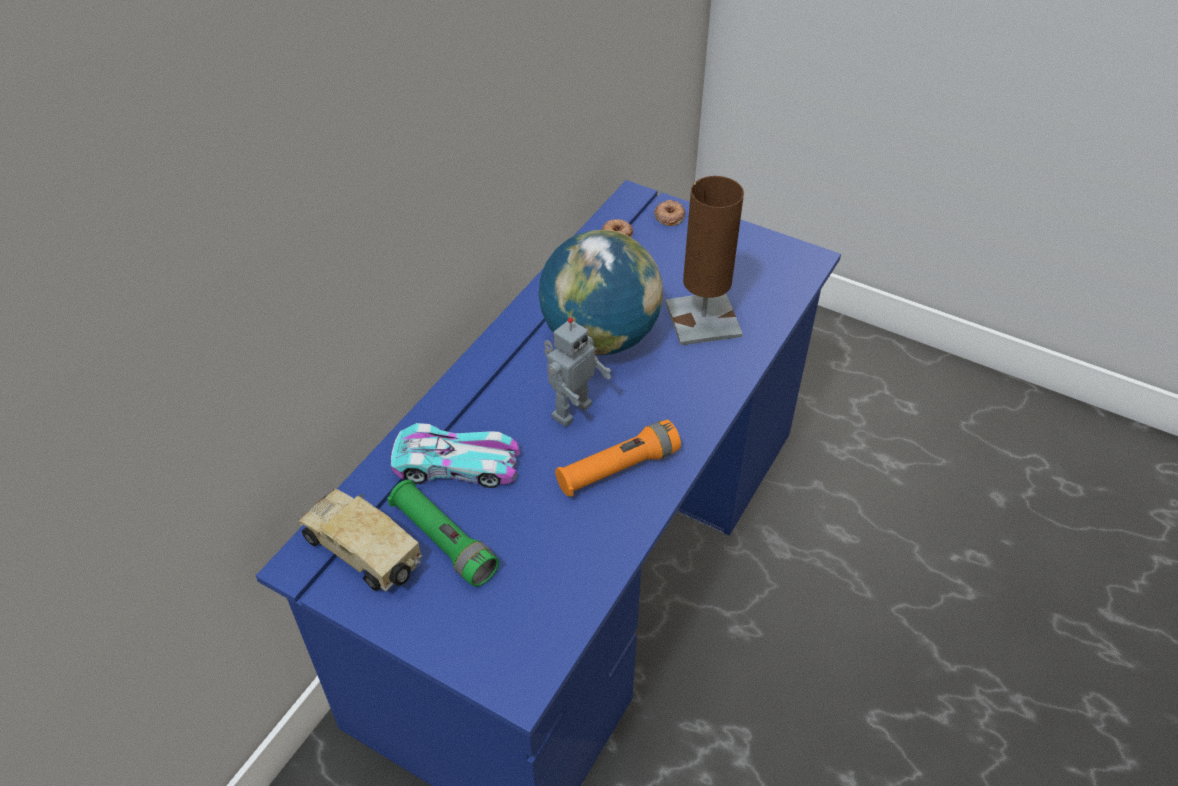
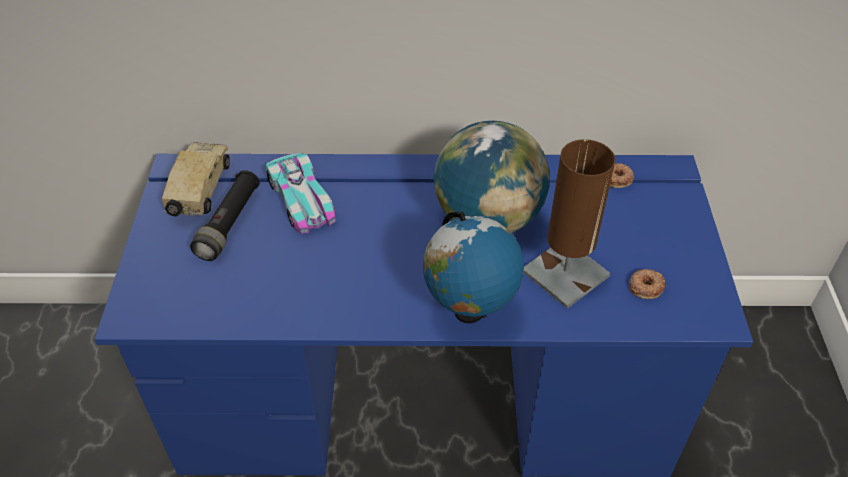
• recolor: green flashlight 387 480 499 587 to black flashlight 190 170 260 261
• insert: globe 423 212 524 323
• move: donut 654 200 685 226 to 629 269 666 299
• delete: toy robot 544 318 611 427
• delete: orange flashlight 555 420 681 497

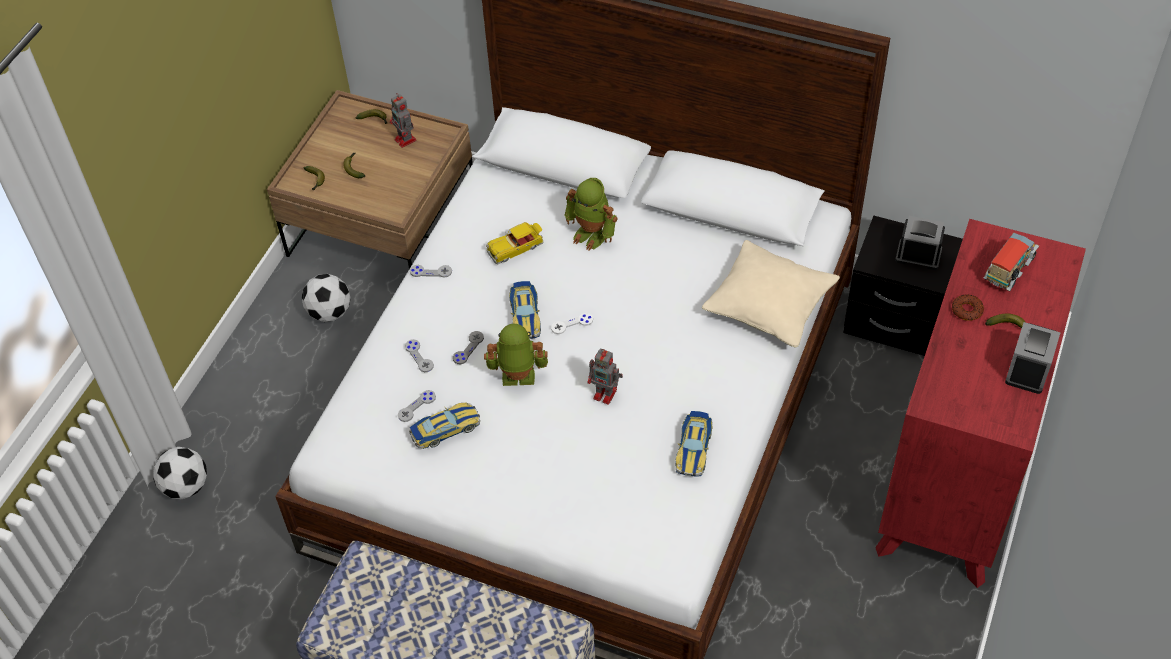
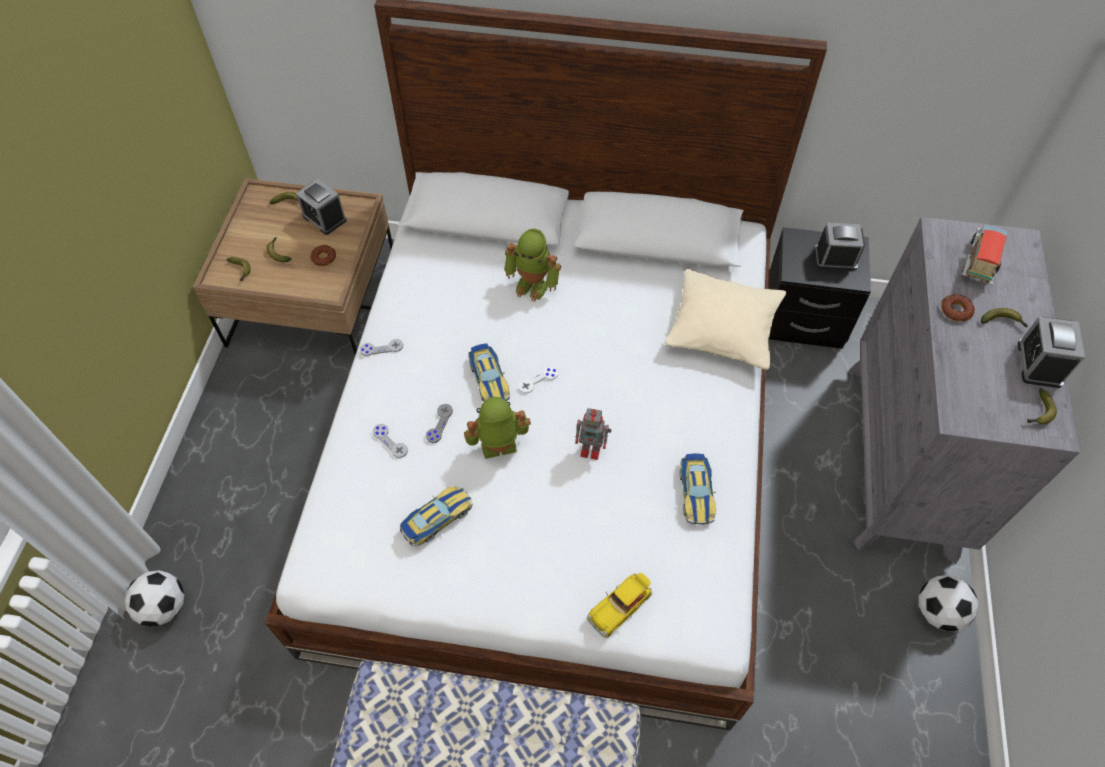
• replace: toy robot 390 93 417 148 to alarm clock 296 179 347 235
• insert: donut 310 245 336 266
• move: toy car 486 222 544 264 to 587 573 652 638
• recolor: red dresser 875 219 1086 588 to grey dresser 849 217 1080 564
• move: football 301 274 351 322 to 919 575 978 632
• insert: banana 1027 388 1057 424
• delete: grey game controller 398 390 436 422

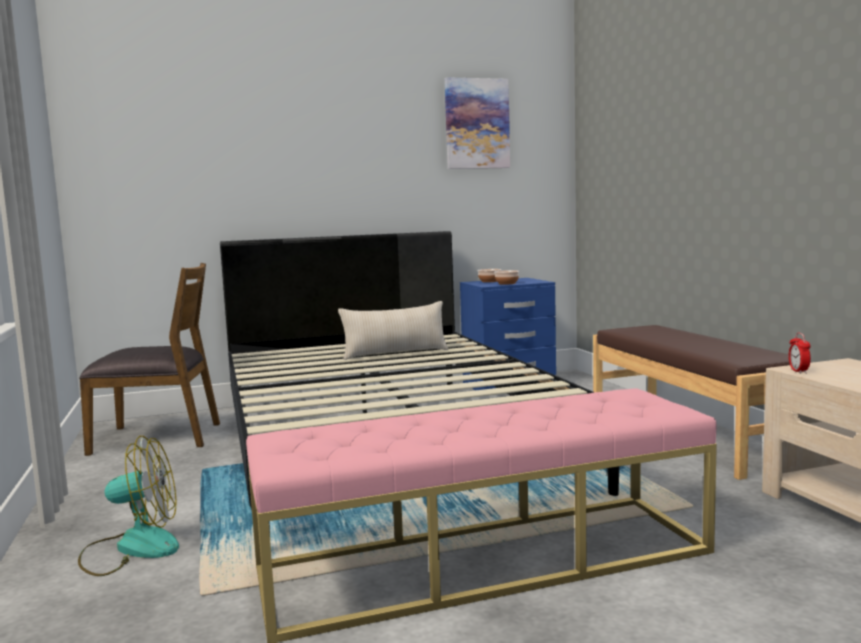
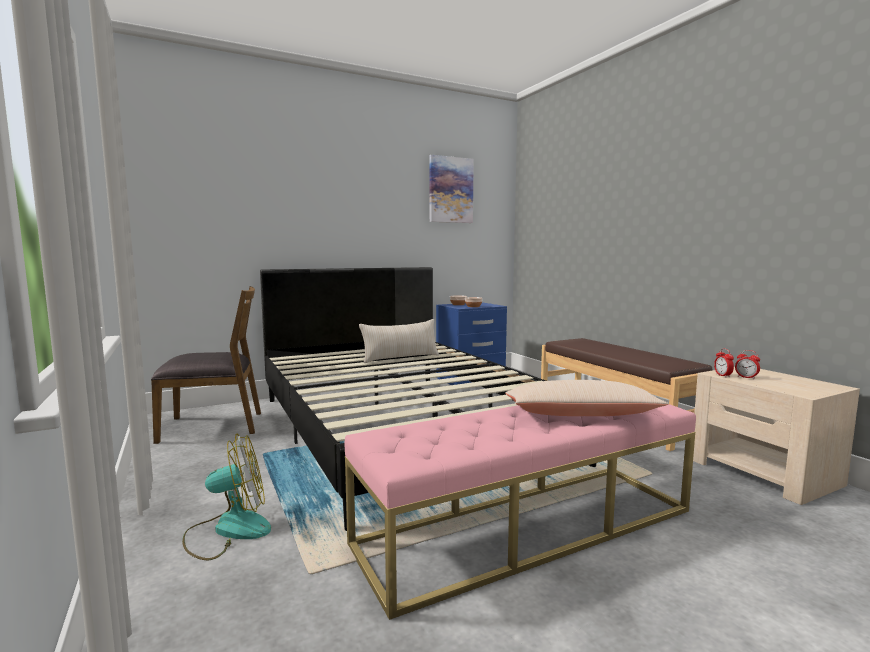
• insert: beige pillow 505 380 668 416
• insert: alarm clock 735 350 760 379

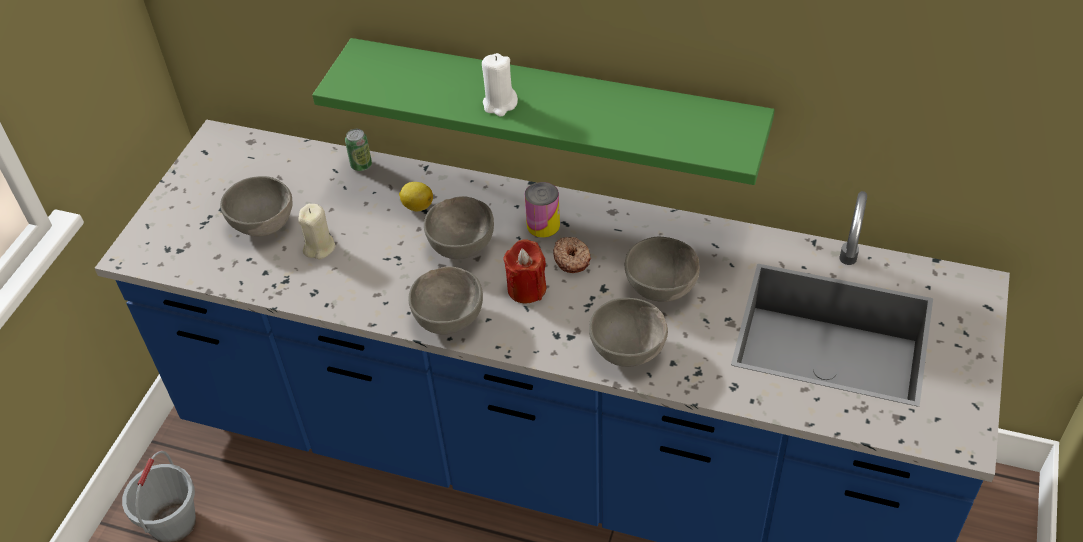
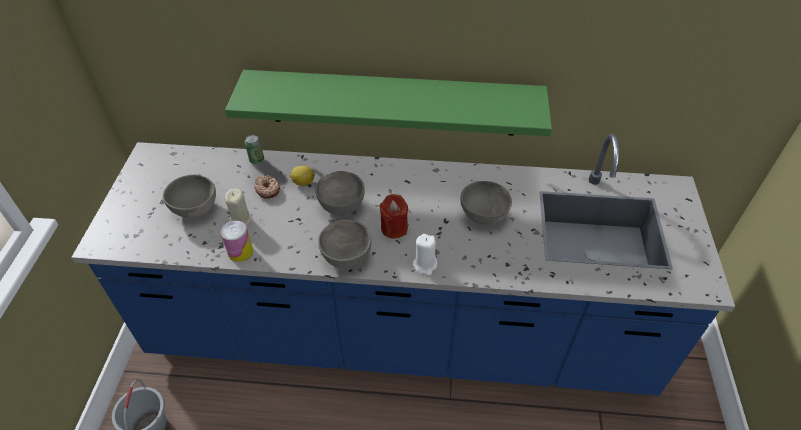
• move: can 525 182 560 238 to 221 221 253 262
• move: donut 553 237 591 273 to 254 175 280 199
• move: white candle 482 53 518 116 to 413 234 437 276
• delete: grey bowl 589 298 668 367

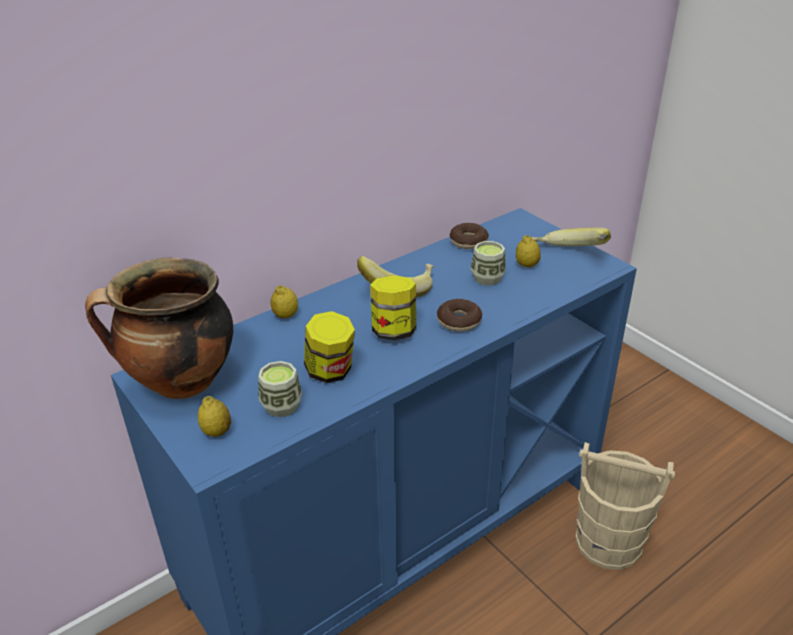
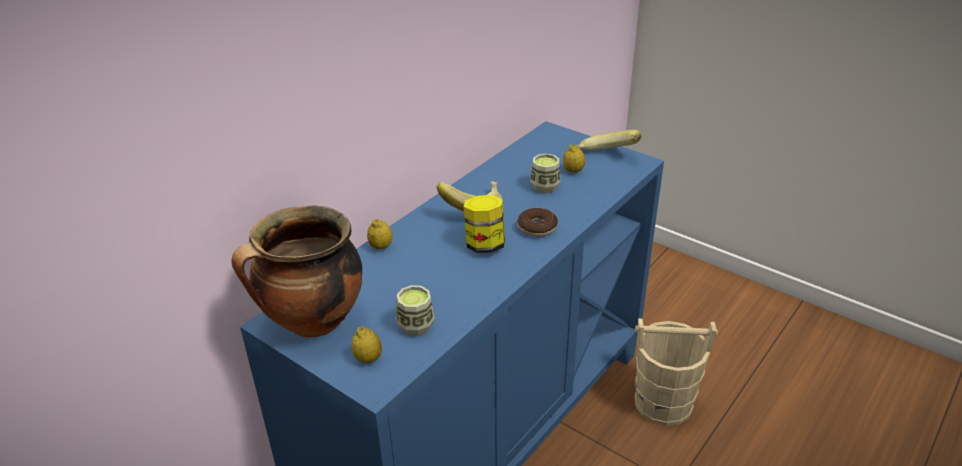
• delete: jar 304 311 355 383
• delete: donut 449 223 489 249

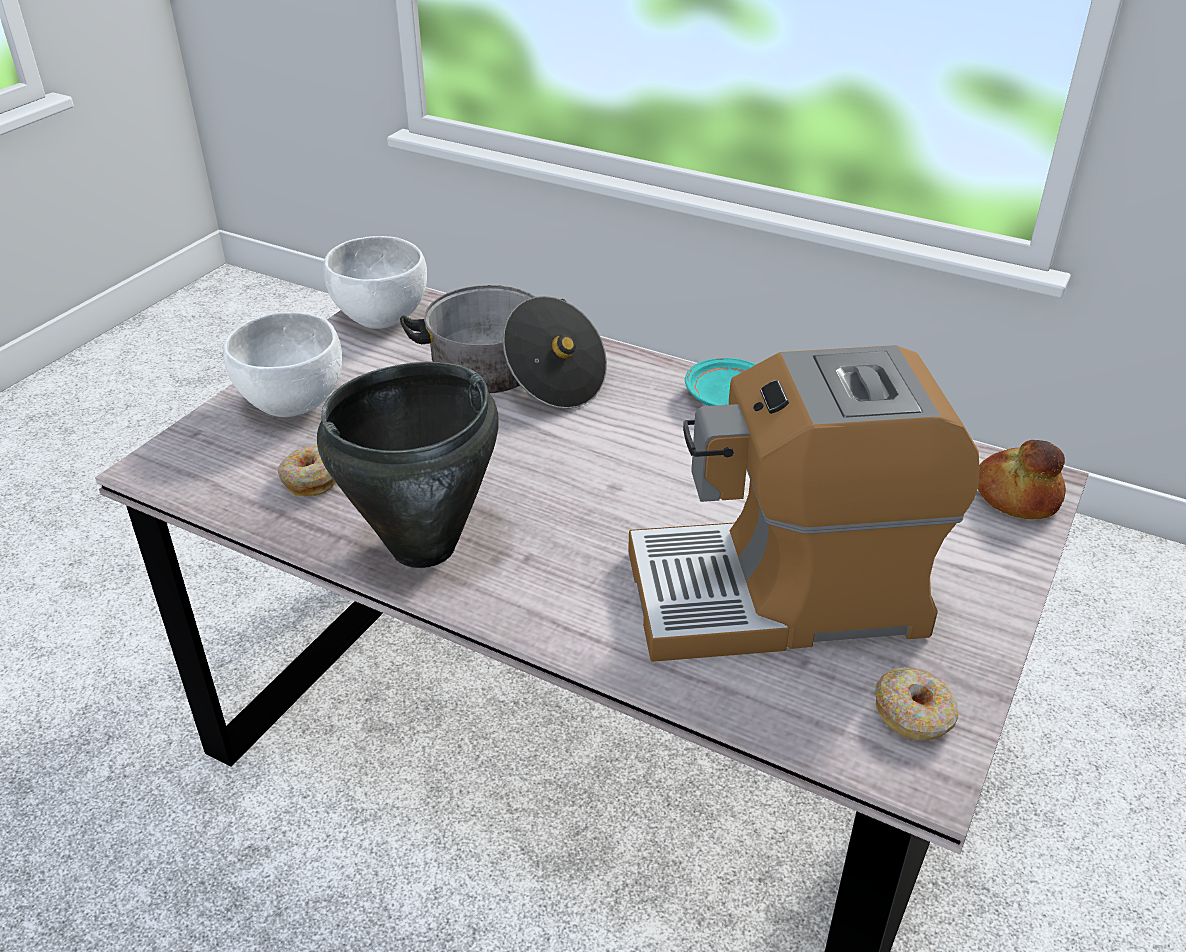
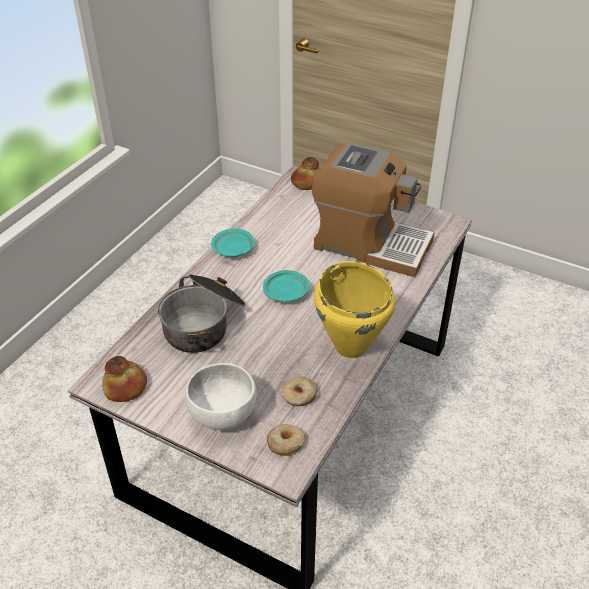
• replace: white bowl 323 236 427 329 to bread 102 356 147 402
• insert: turquoise plate 263 270 310 302
• move: donut 875 667 958 740 to 267 424 304 456
• rotate: coffee machine 628 345 980 662 = 312 143 434 277 60 degrees counterclockwise
• recolor: black cooking pot 317 362 499 568 to yellow cooking pot 314 261 395 358

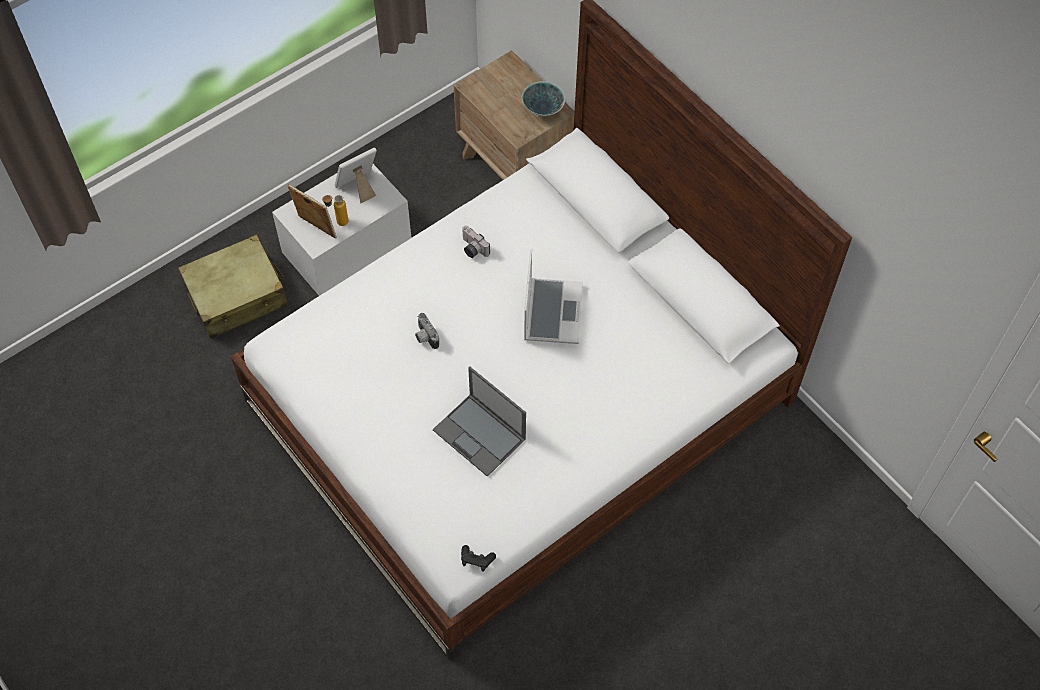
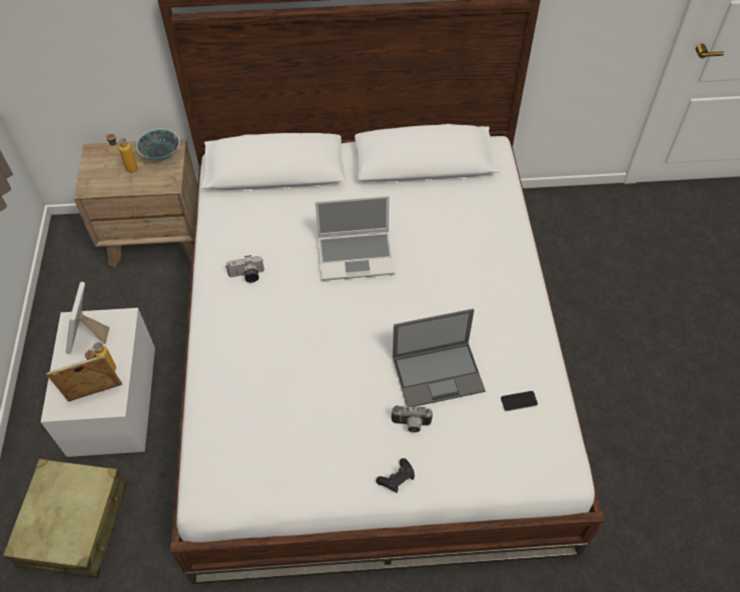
• insert: bottle 106 132 138 173
• rotate: laptop 524 248 583 344 = 315 196 395 281 135 degrees clockwise
• move: black game controller 461 545 496 572 to 376 458 415 493
• move: photo camera 415 313 439 349 to 391 405 433 433
• insert: phone 501 391 538 411

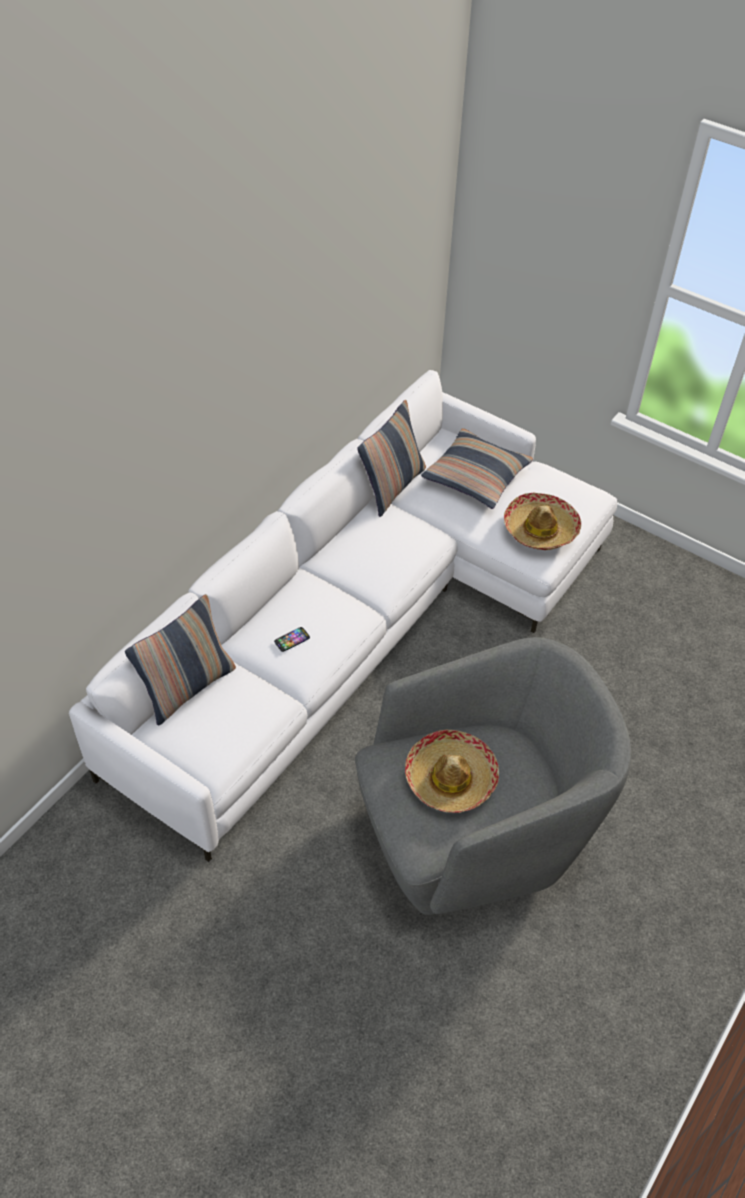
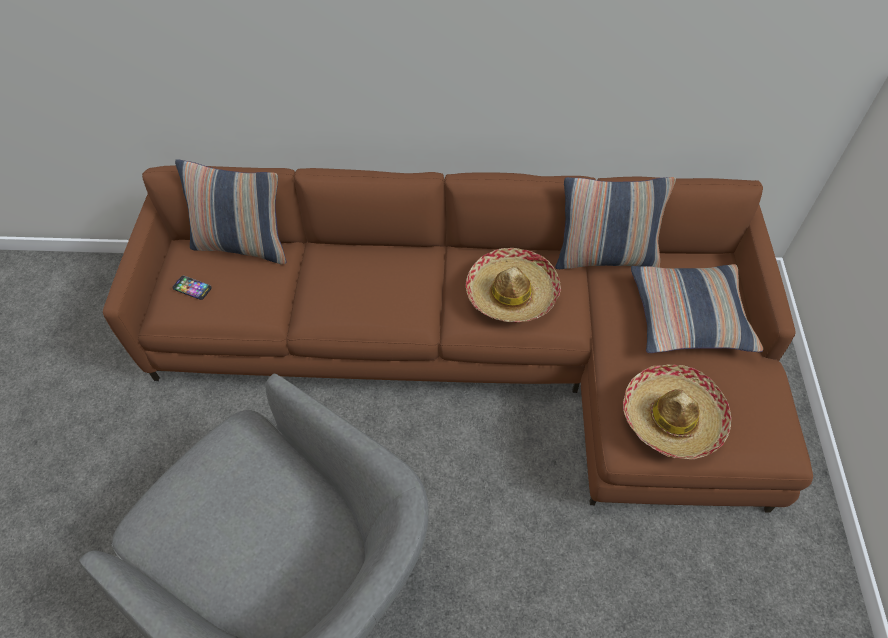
• recolor: white sofa 69 370 617 862 to brown sofa 103 165 813 513
• move: phone 274 627 310 652 to 172 276 212 300
• move: hat 405 730 499 813 to 466 248 561 323

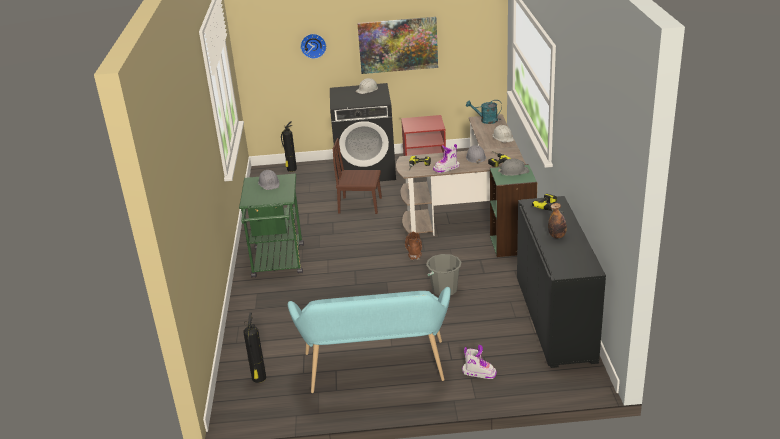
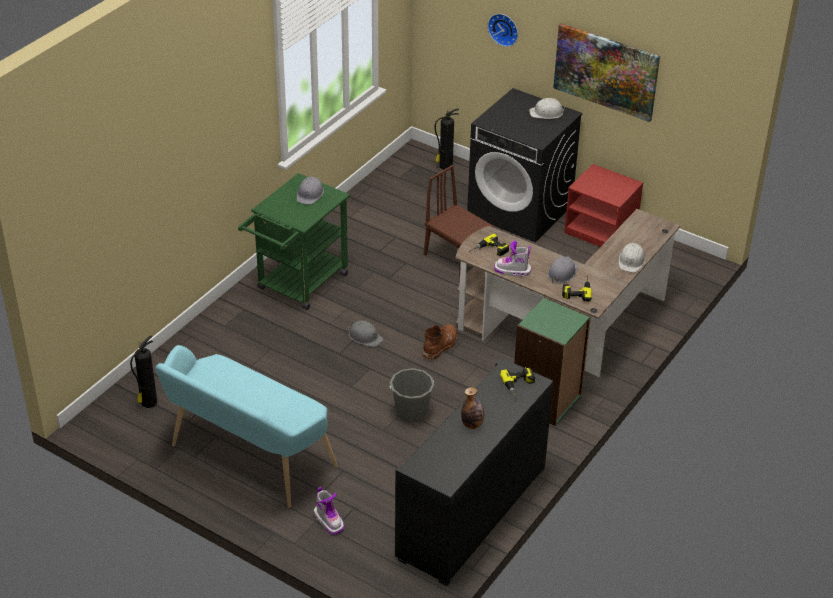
• move: grey hard hat 498 158 529 176 to 348 321 383 347
• delete: turquoise watering can 466 100 502 124

